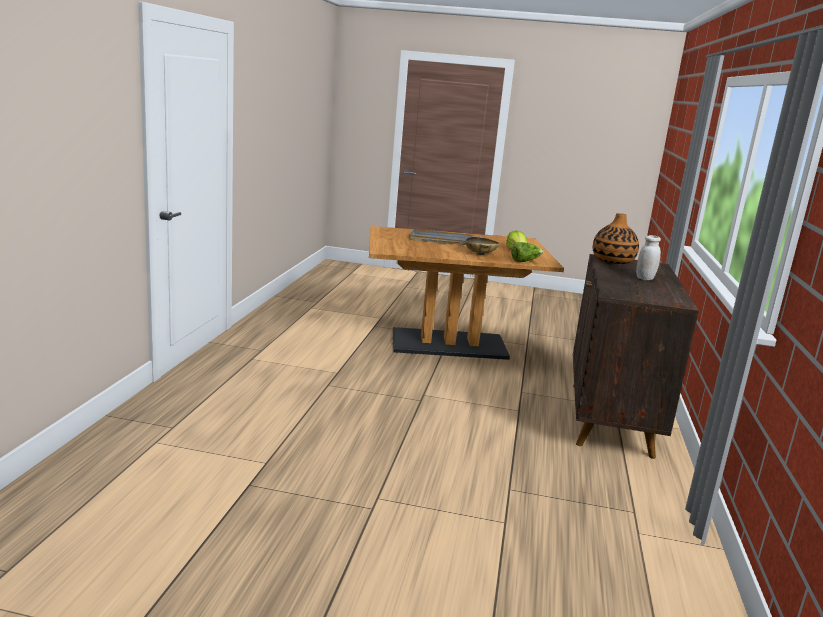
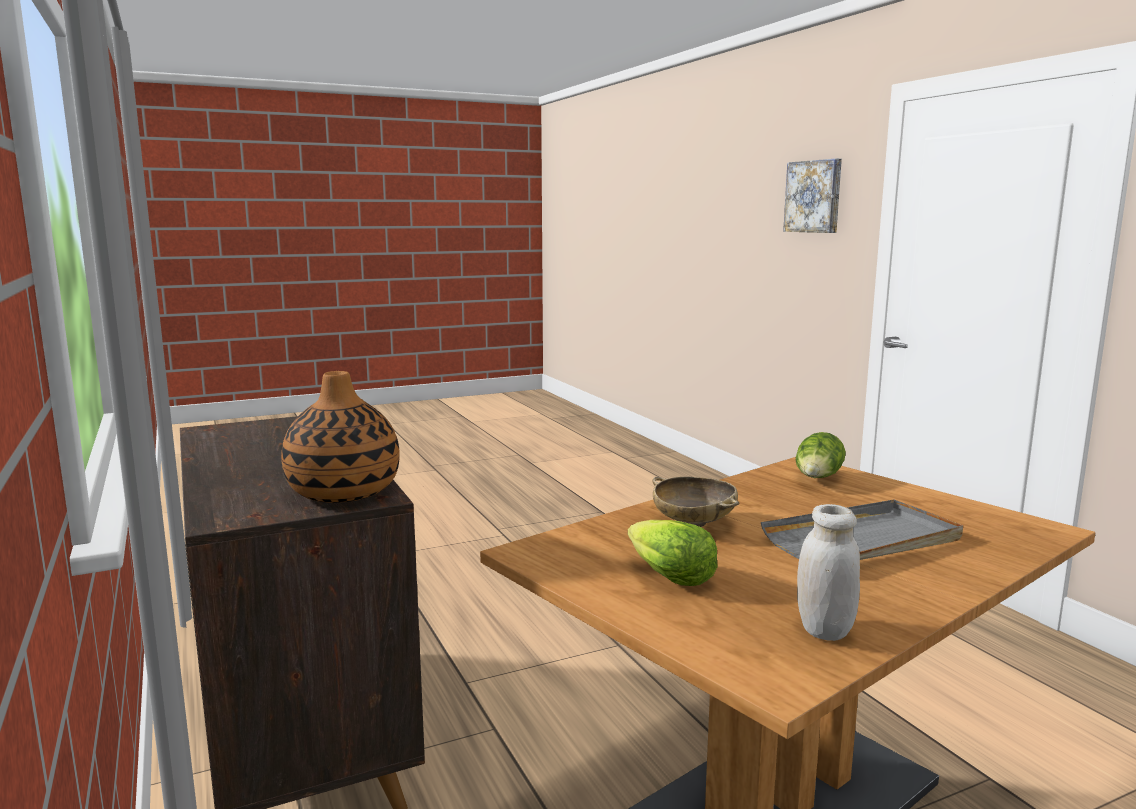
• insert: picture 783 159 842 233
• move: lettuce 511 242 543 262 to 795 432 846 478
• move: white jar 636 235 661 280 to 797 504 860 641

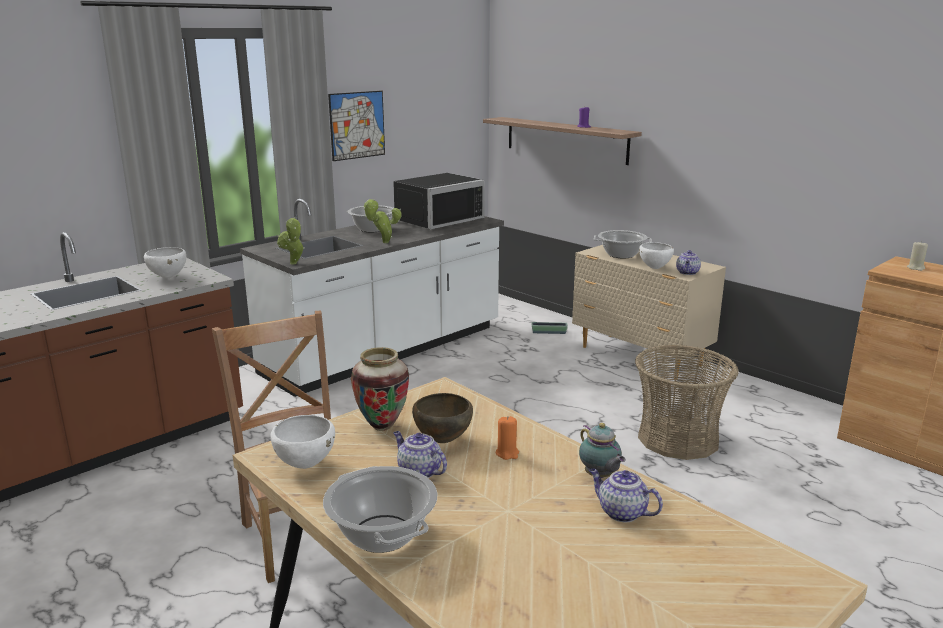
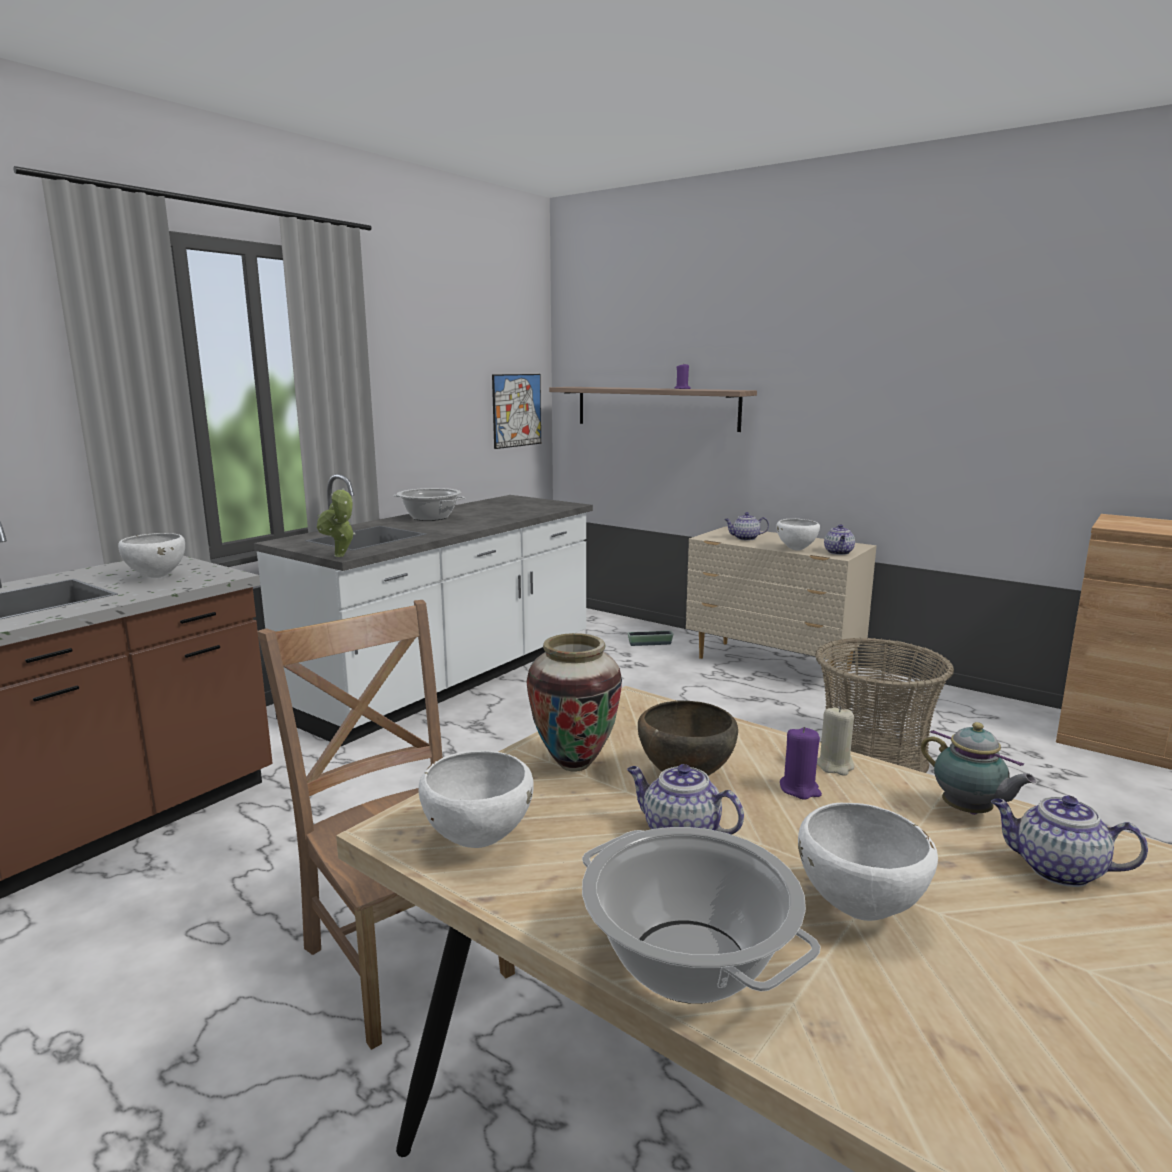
• move: picture 328 91 385 161 to 492 374 541 449
• replace: cooking pot 594 230 652 258 to teapot 724 512 769 540
• recolor: orange candle 496 416 519 460 to purple candle 780 727 822 800
• insert: white bowl 798 803 938 921
• move: beige candle 907 241 928 271 to 817 706 854 776
• delete: potted plant 363 199 401 243
• delete: black microwave 393 173 485 229

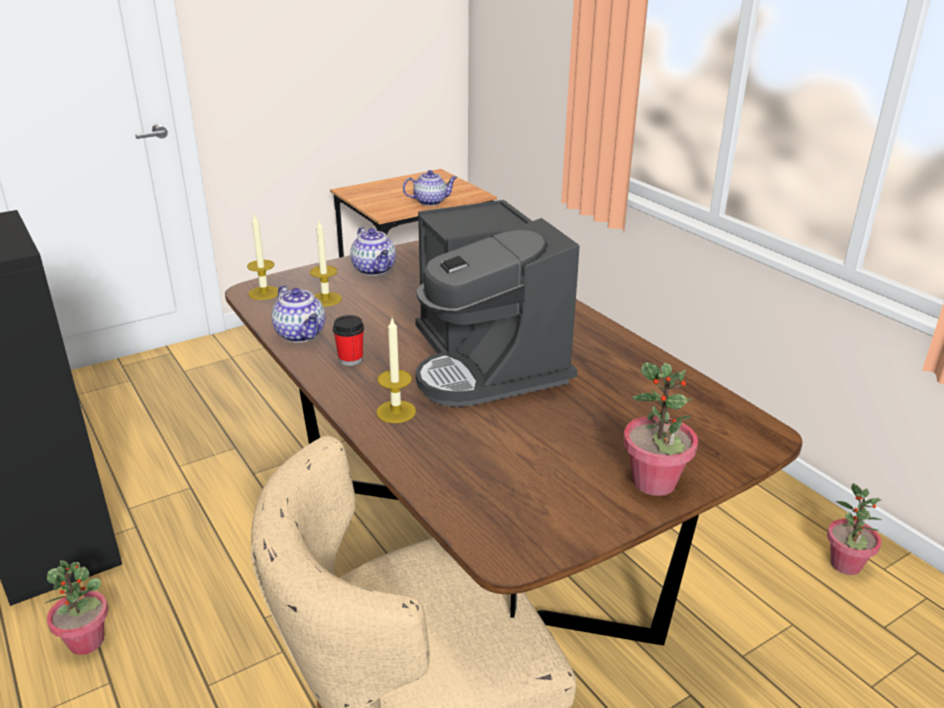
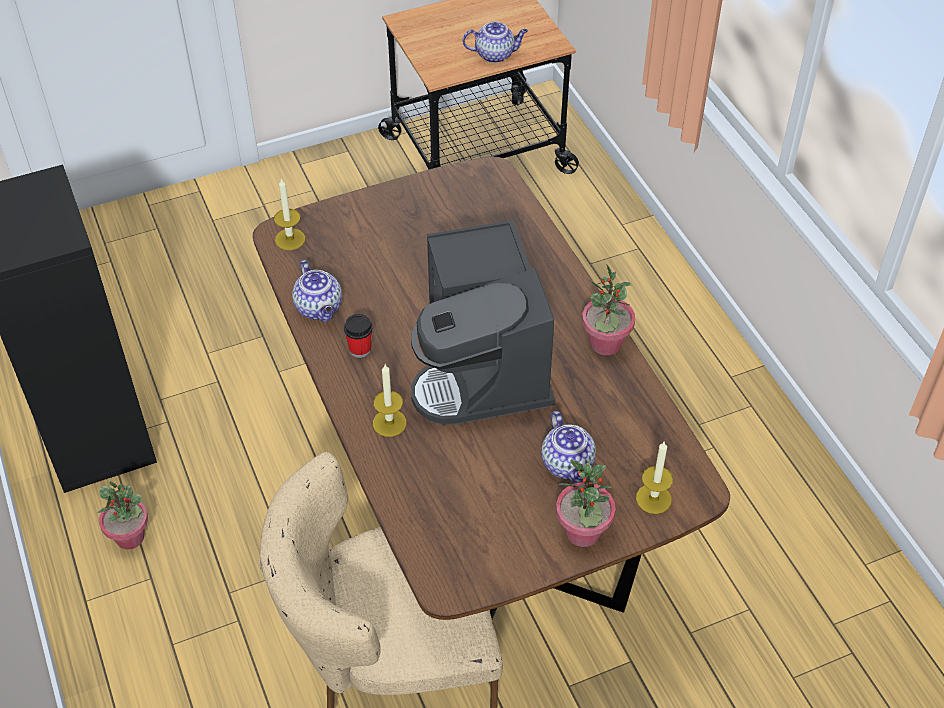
• move: teapot 350 227 396 276 to 541 411 596 483
• move: potted plant 827 483 882 575 to 582 265 635 355
• move: candle 310 221 342 307 to 636 442 673 514

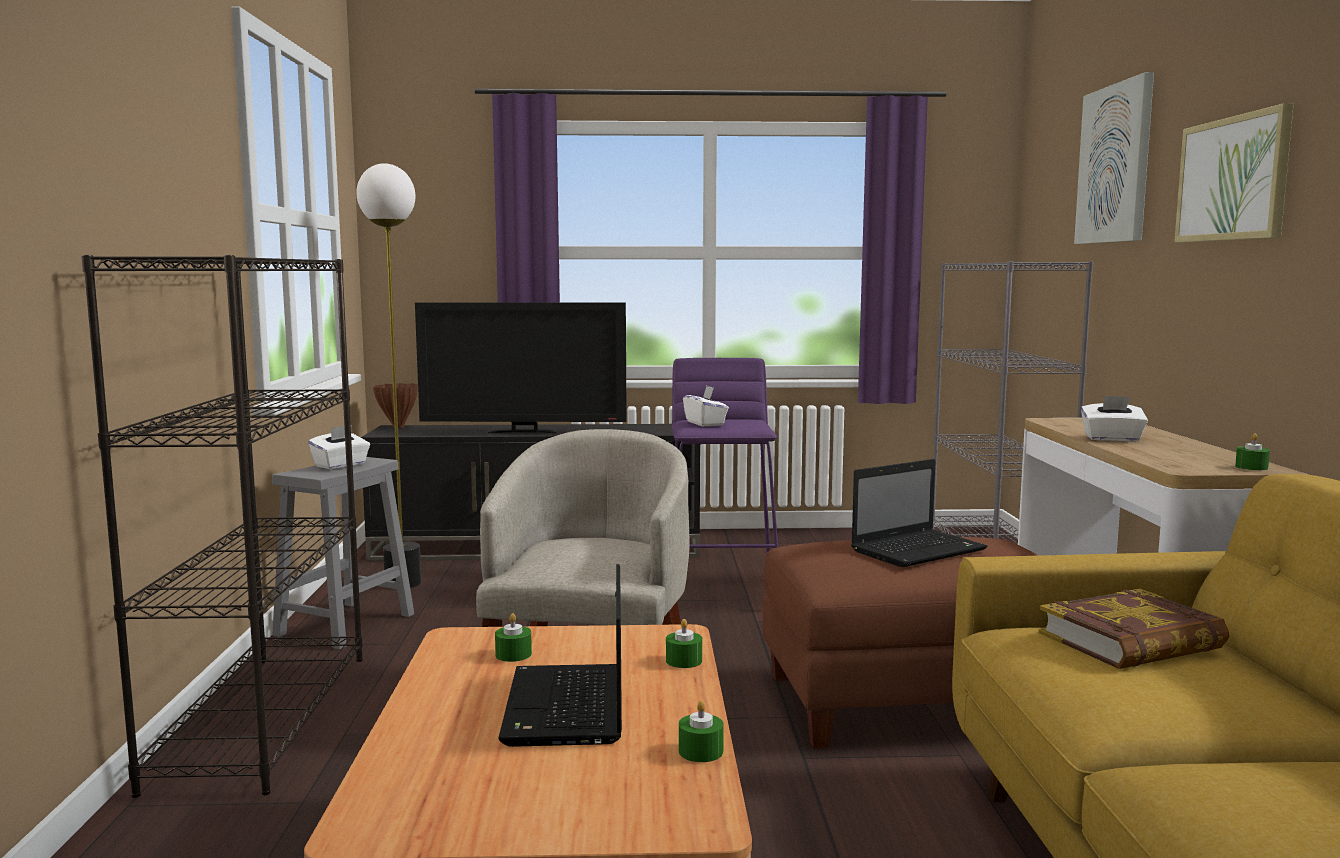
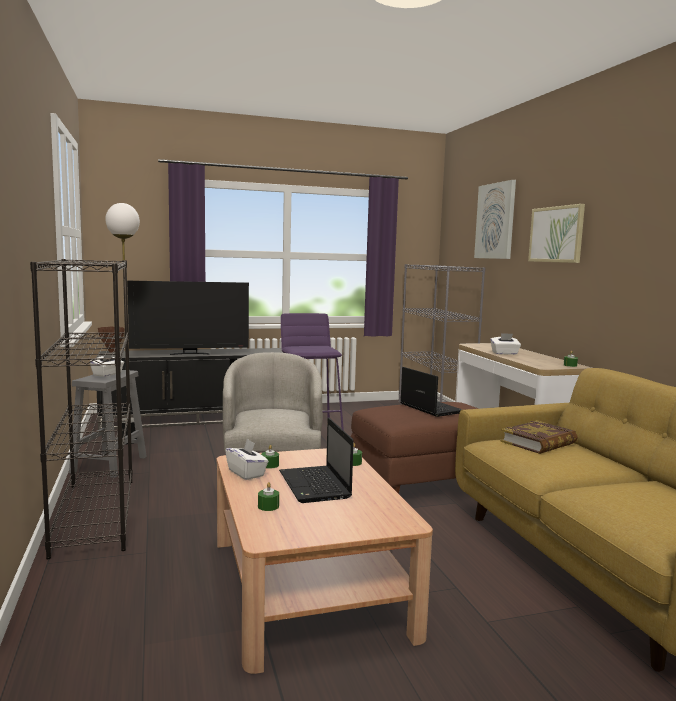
• move: white tissue box 683 386 729 426 to 225 439 269 480
• move: green candle 679 700 724 762 to 258 482 279 511
• rotate: laptop 851 459 988 567 = 401 367 463 417 75 degrees counterclockwise

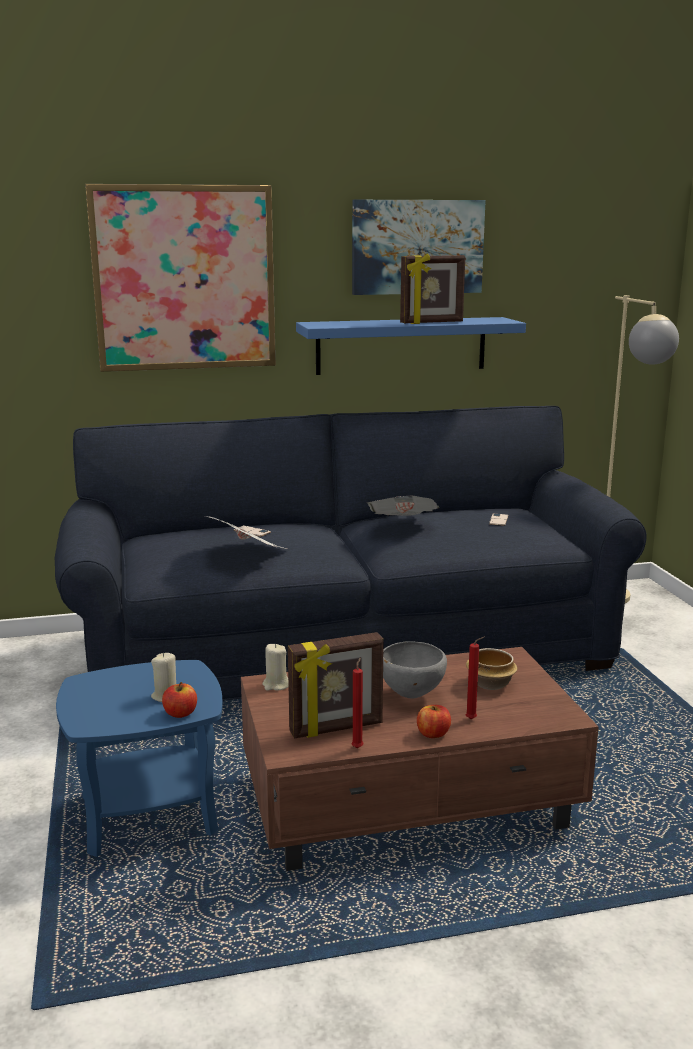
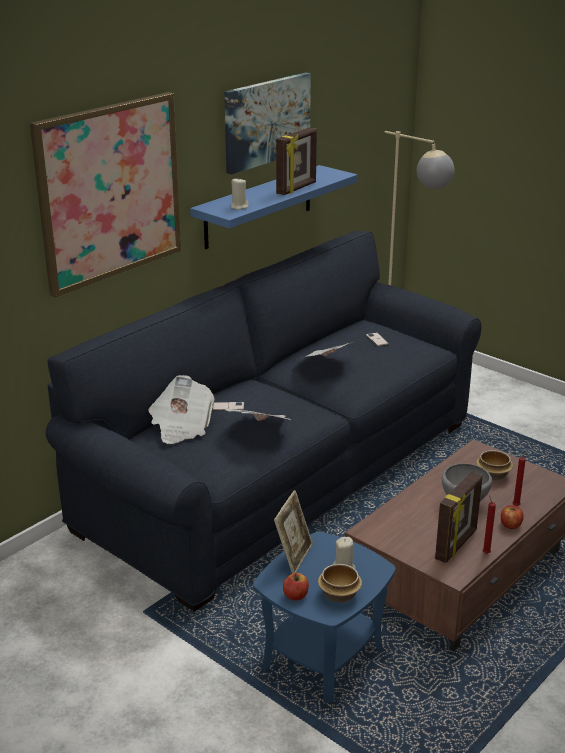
• insert: newspaper 148 375 214 444
• move: beige candle 262 644 289 691 to 231 177 249 210
• insert: picture frame 274 490 313 574
• move: apple 162 682 197 718 to 283 573 309 600
• insert: bowl 318 564 362 603

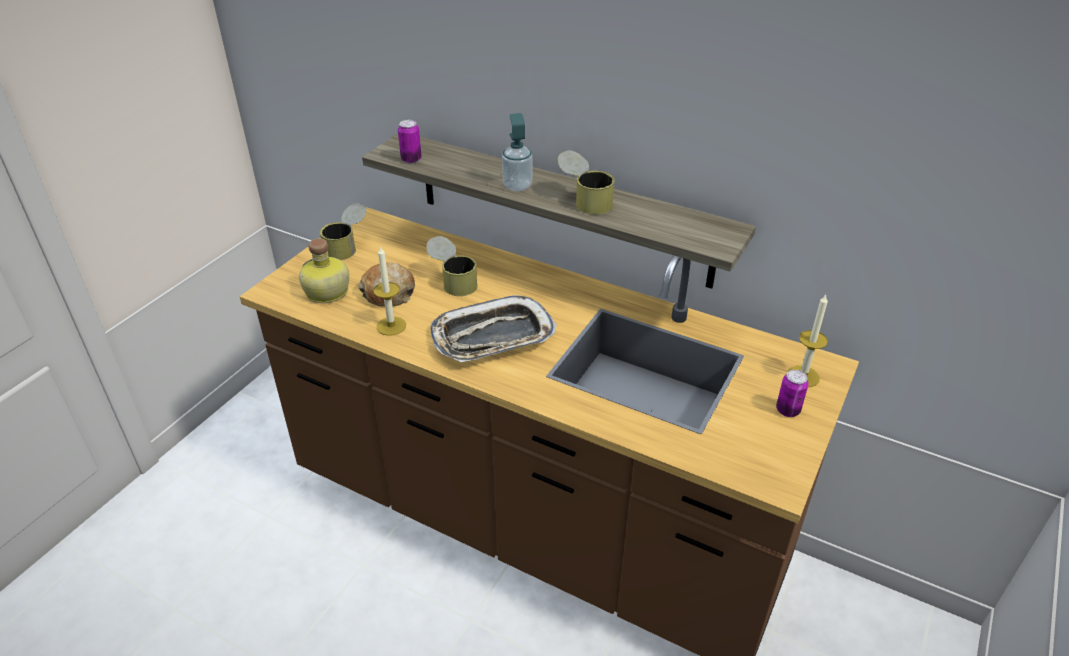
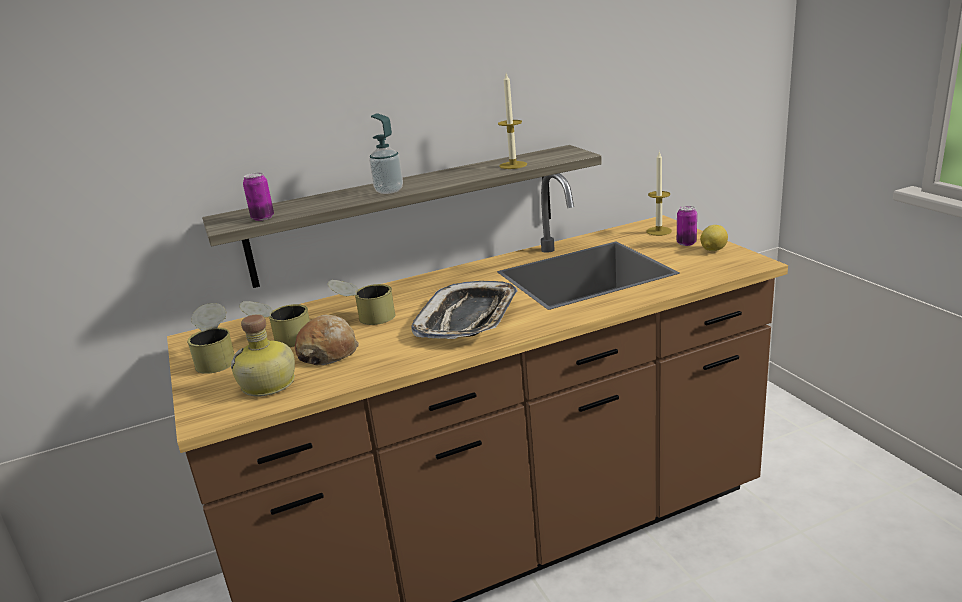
• move: can 558 150 615 215 to 239 301 310 347
• move: candle 373 246 406 336 to 498 73 527 169
• insert: lemon 700 225 728 251

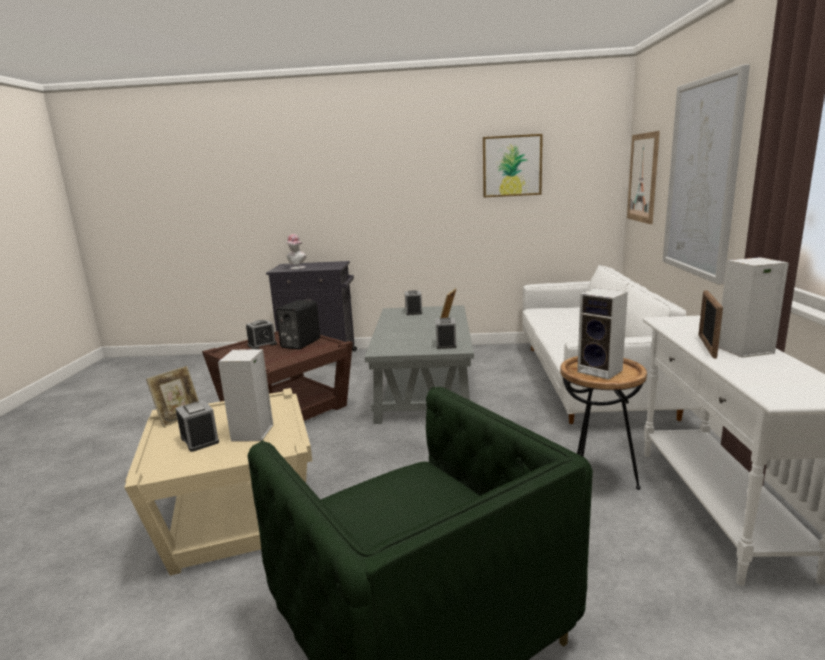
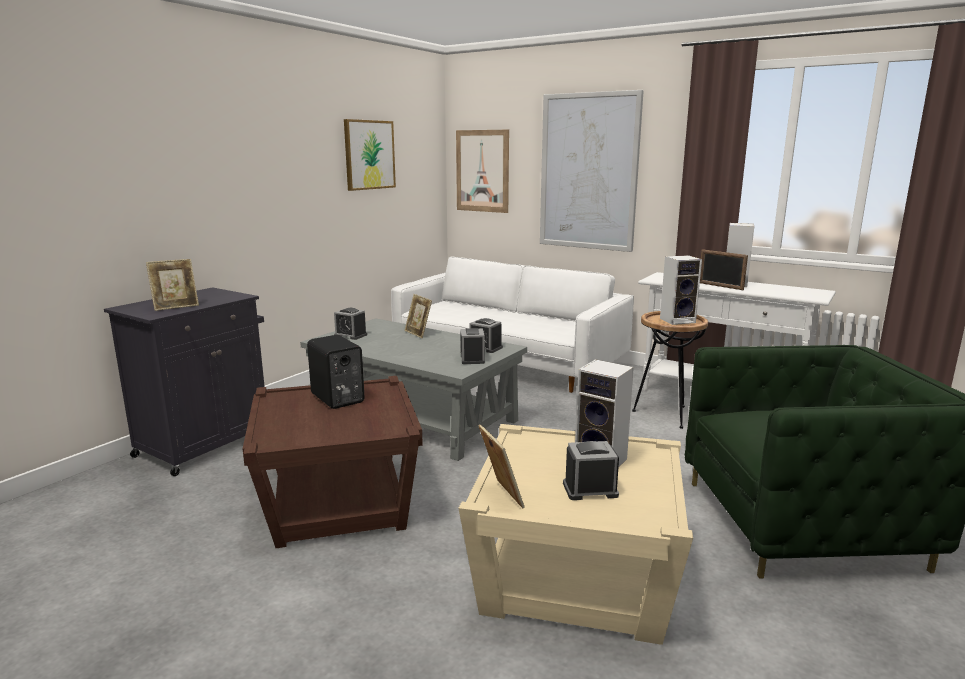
• replace: hat 286 234 307 269 to picture frame 146 259 199 311
• move: alarm clock 246 320 277 349 to 460 328 485 364

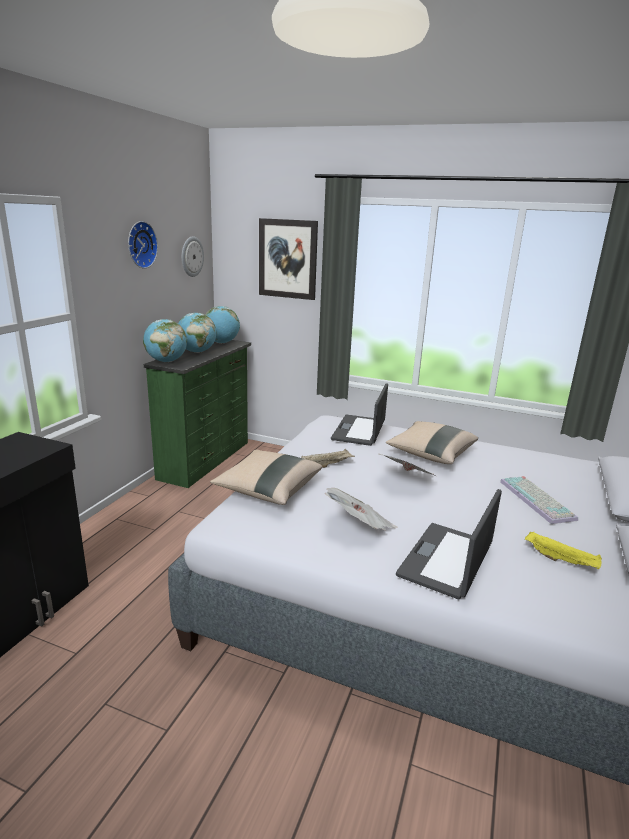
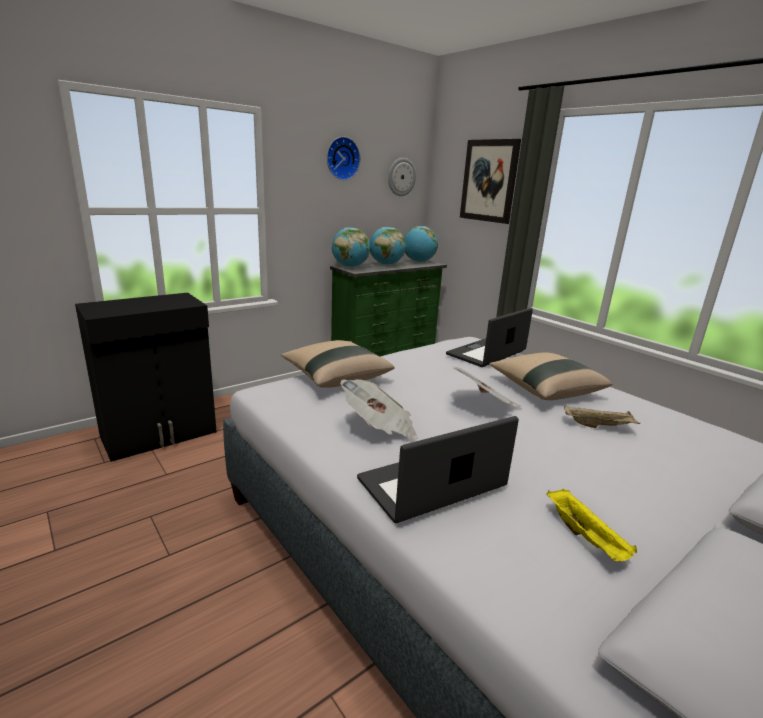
• move: beige tray 301 449 355 468 to 564 406 640 428
• delete: keyboard 500 476 578 524

